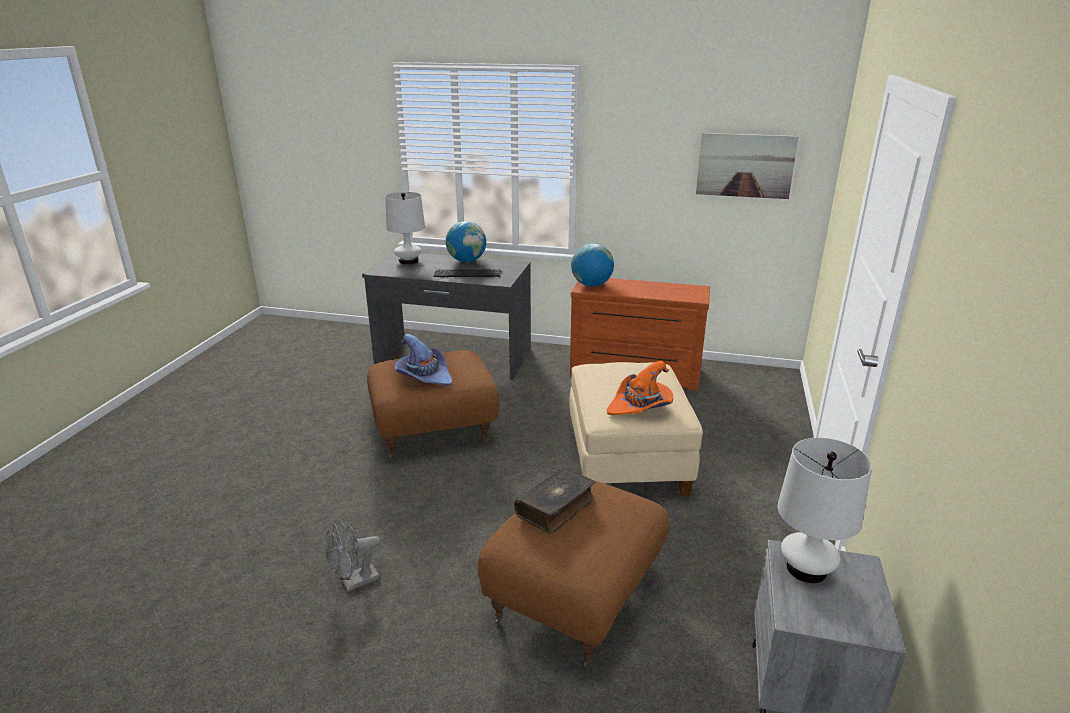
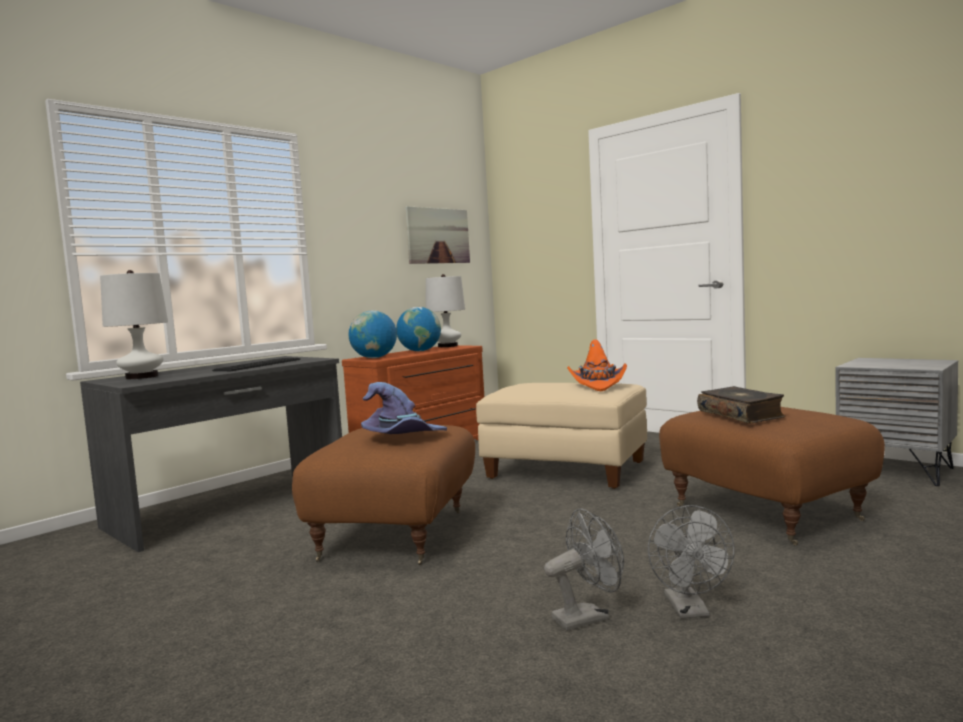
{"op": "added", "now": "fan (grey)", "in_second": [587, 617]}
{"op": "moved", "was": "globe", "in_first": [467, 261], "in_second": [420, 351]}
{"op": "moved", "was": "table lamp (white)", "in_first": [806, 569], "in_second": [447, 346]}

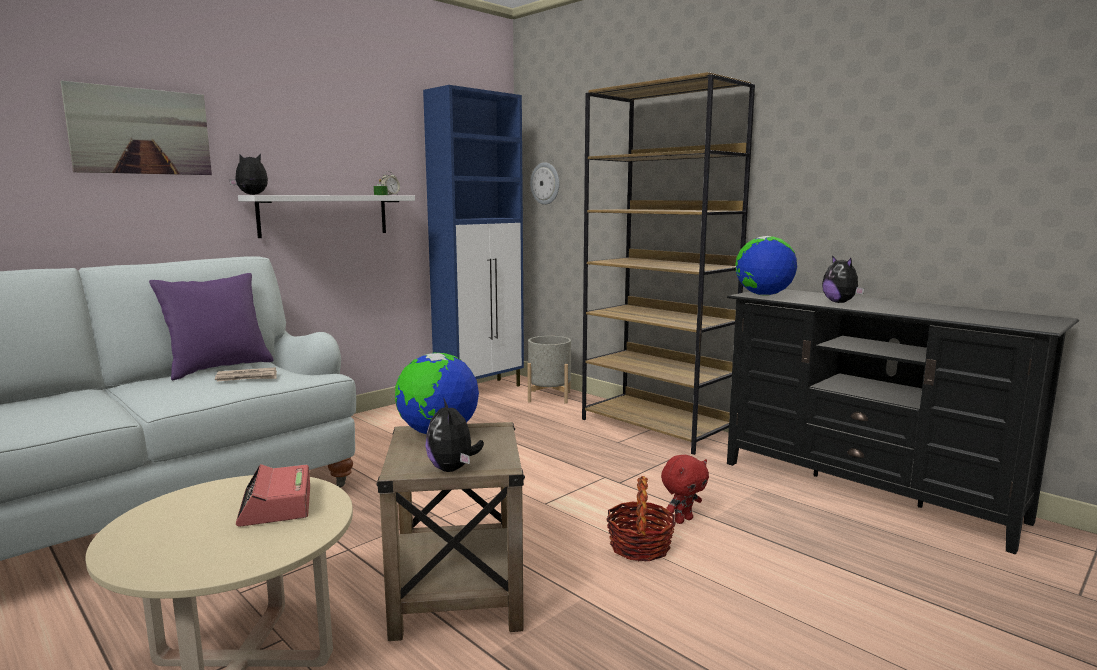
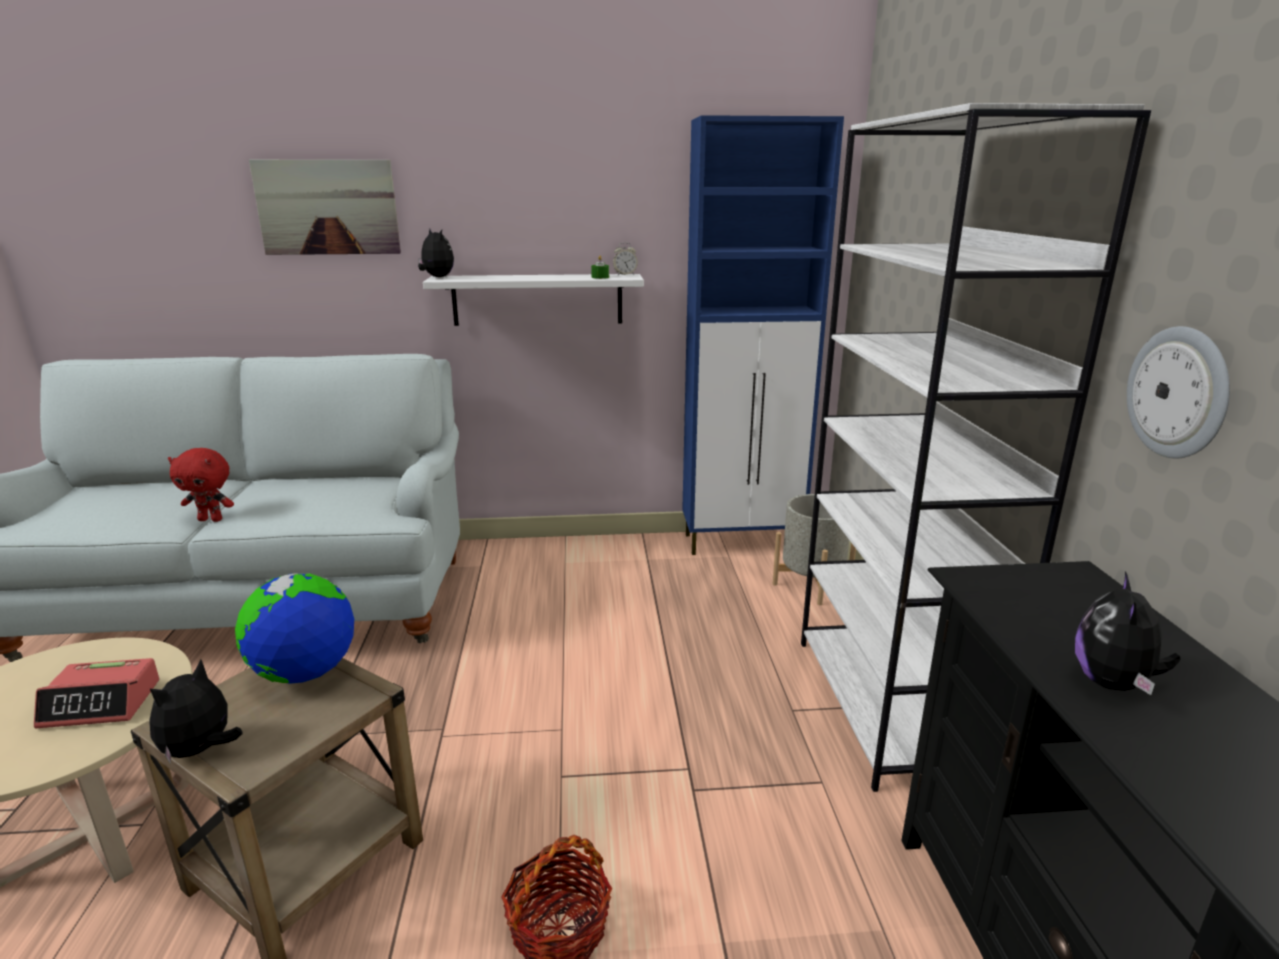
{"op": "removed", "was": "pillow (purple)", "in_first": [219, 368]}
{"op": "removed", "was": "newspaper", "in_first": [247, 378]}
{"op": "removed", "was": "globe", "in_first": [763, 295]}
{"op": "moved", "was": "wall clock", "in_first": [545, 183], "in_second": [1179, 392]}
{"op": "moved", "was": "plush toy (red)", "in_first": [683, 520], "in_second": [211, 519]}
{"op": "recoloured", "was": "bookcase (brown)", "now": "bookcase (white)", "in_first": [656, 427], "in_second": [889, 705]}
{"op": "turned", "was": "alarm clock", "in_first": [276, 506], "in_second": [102, 703], "clockwise": -120}

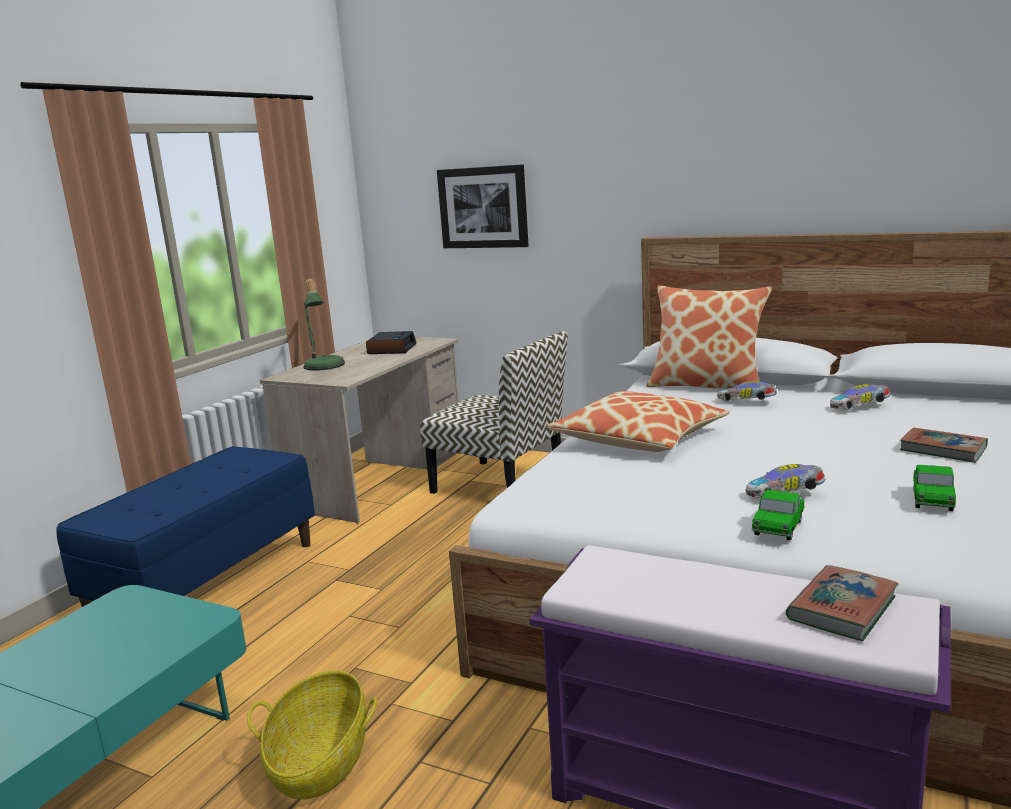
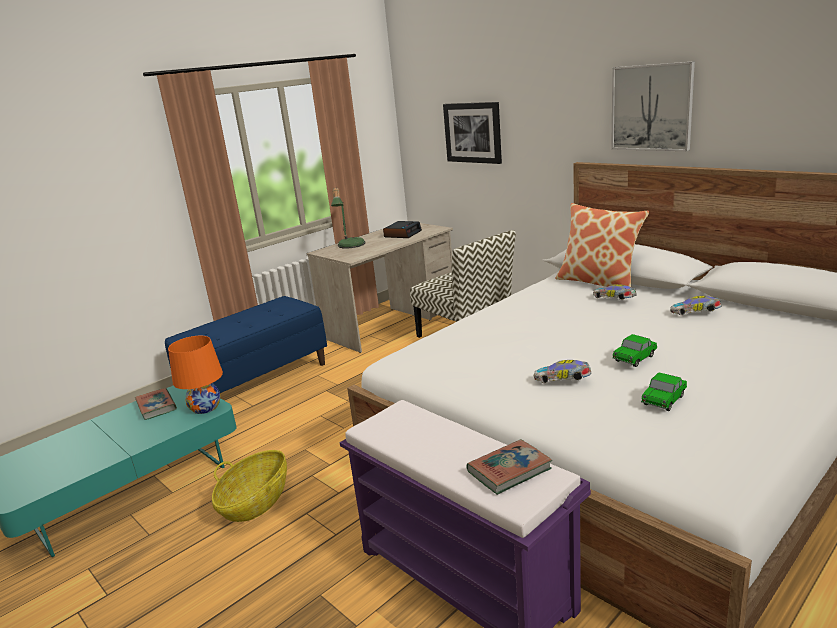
{"op": "removed", "was": "pillow", "in_first": [638, 439]}
{"op": "added", "now": "table lamp (orange)", "in_second": [205, 407]}
{"op": "added", "now": "picture", "in_second": [651, 107]}
{"op": "moved", "was": "toy car", "in_first": [778, 528], "in_second": [634, 358]}
{"op": "moved", "was": "book", "in_first": [943, 450], "in_second": [156, 406]}

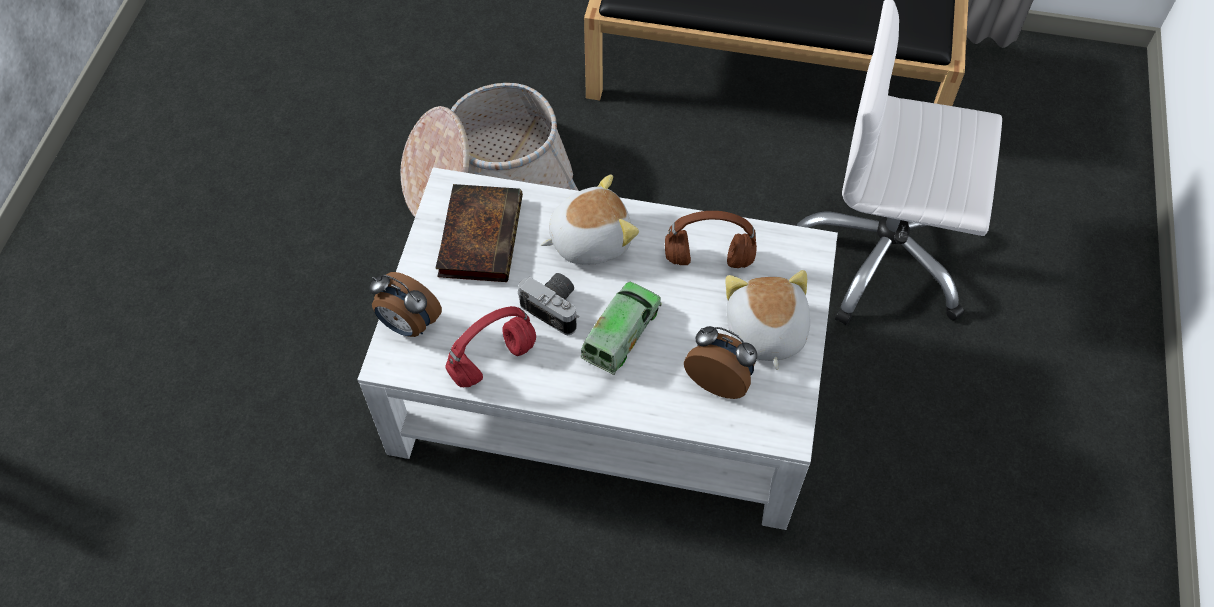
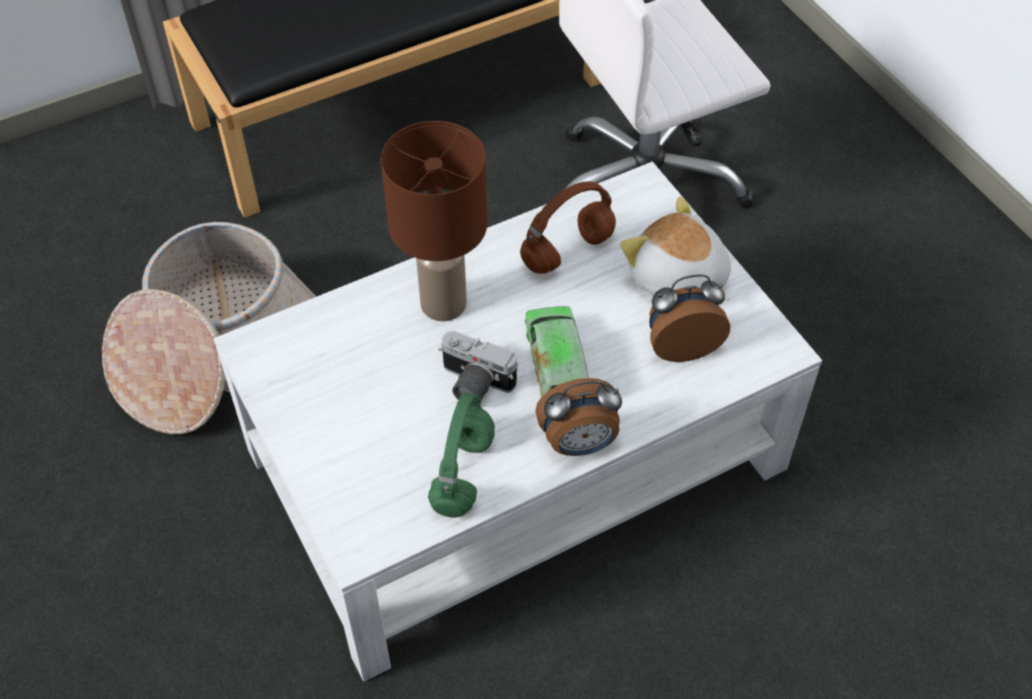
{"op": "removed", "was": "book", "in_first": [480, 235]}
{"op": "moved", "was": "alarm clock", "in_first": [408, 325], "in_second": [579, 444]}
{"op": "replaced", "was": "plush toy", "now": "table lamp (brown)", "in_first": [589, 239], "in_second": [442, 304]}
{"op": "recoloured", "was": "headphones (red)", "now": "headphones (green)", "in_first": [492, 363], "in_second": [463, 475]}
{"op": "turned", "was": "photo camera", "in_first": [555, 307], "in_second": [473, 385], "clockwise": -150}

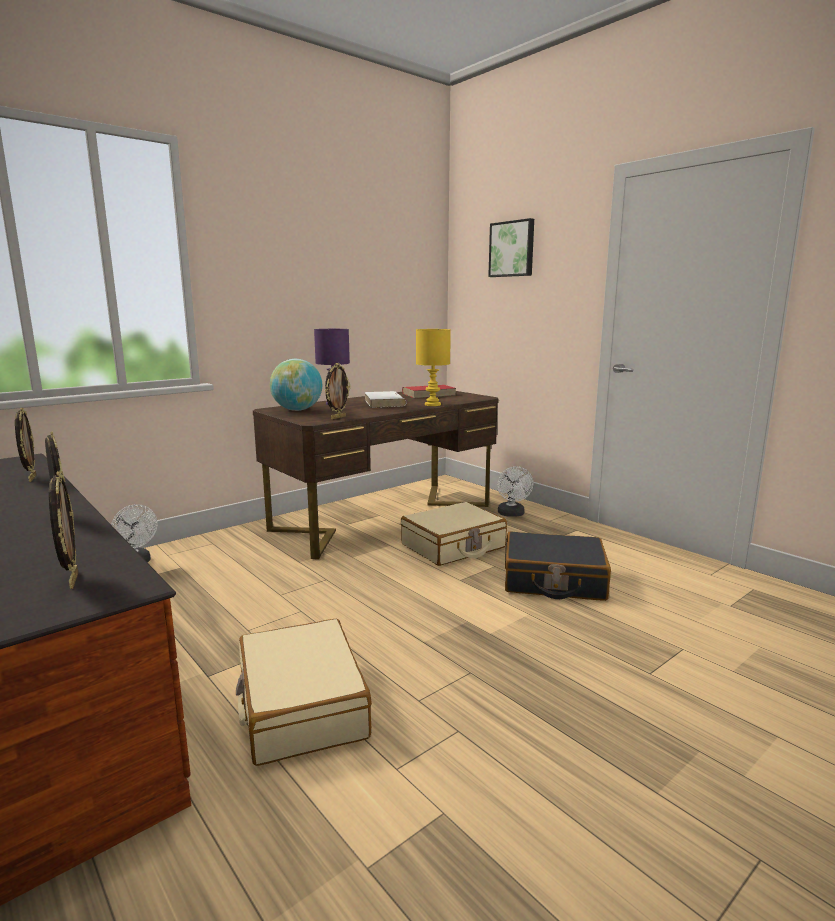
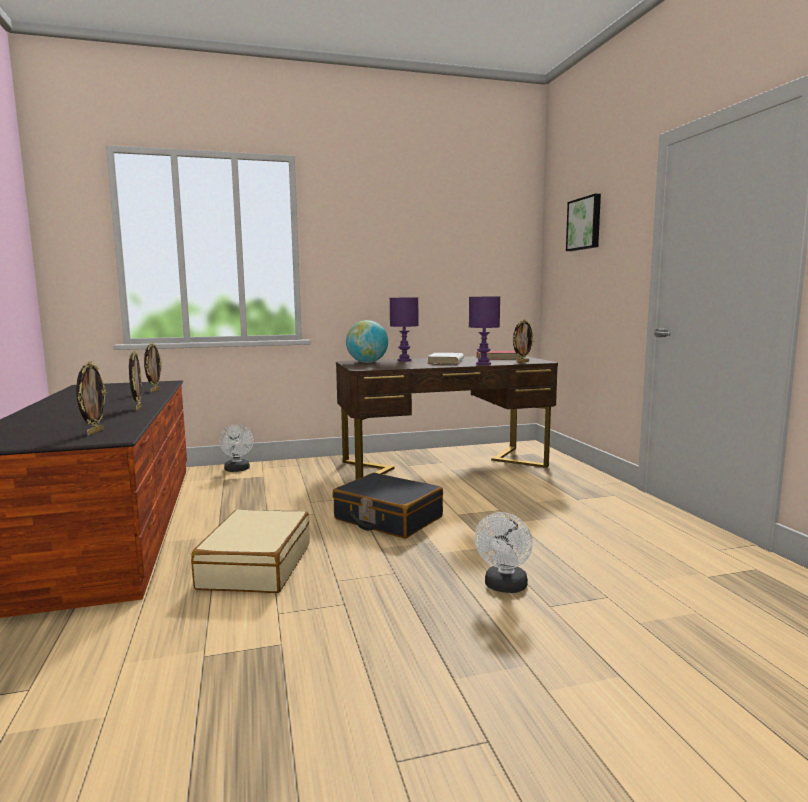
{"op": "removed", "was": "suitcase (beige)", "in_first": [453, 546]}
{"op": "moved", "was": "picture frame", "in_first": [337, 417], "in_second": [522, 362]}
{"op": "moved", "was": "fan (white)", "in_first": [512, 514], "in_second": [504, 587]}
{"op": "moved", "was": "suitcase (black)", "in_first": [553, 580], "in_second": [388, 518]}
{"op": "recoloured", "was": "table lamp (yellow)", "now": "table lamp (purple)", "in_first": [433, 404], "in_second": [484, 364]}

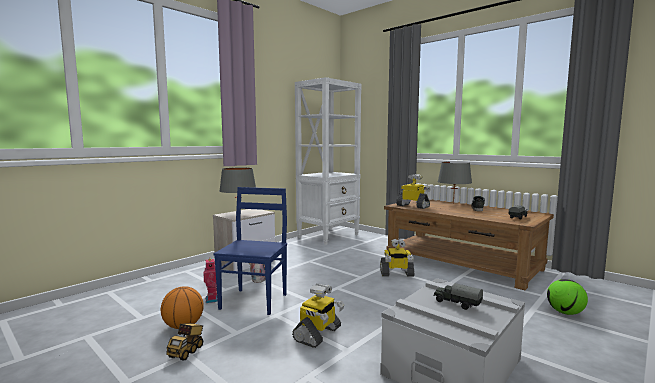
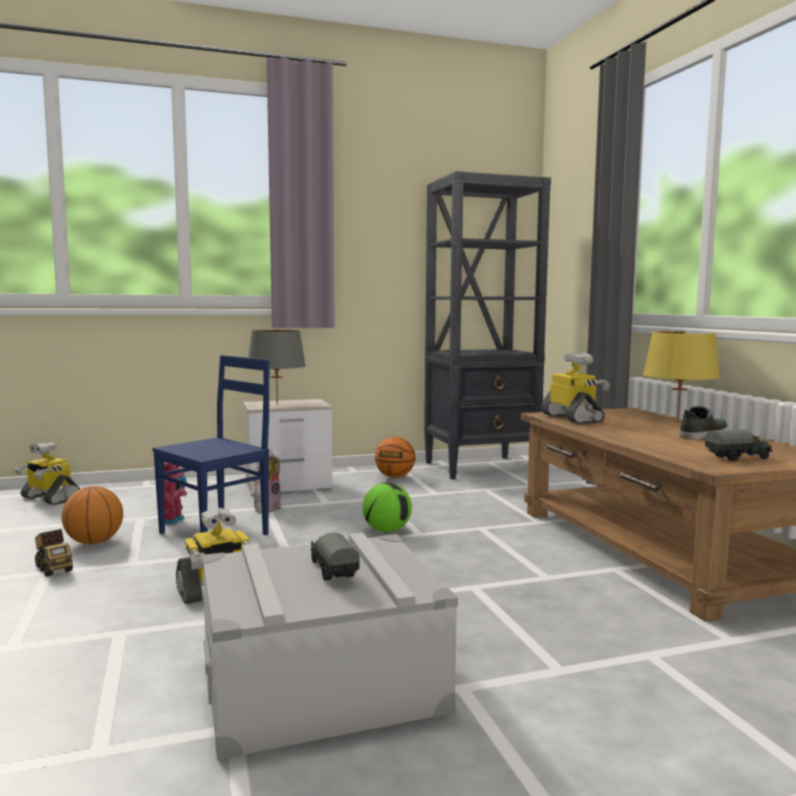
{"op": "added", "now": "basketball", "in_second": [395, 477]}
{"op": "moved", "was": "toy robot", "in_first": [396, 274], "in_second": [49, 498]}
{"op": "moved", "was": "football", "in_first": [565, 312], "in_second": [387, 531]}
{"op": "recoloured", "was": "bookcase (white)", "now": "bookcase (black)", "in_first": [329, 236], "in_second": [481, 467]}
{"op": "recoloured", "was": "table lamp (grey)", "now": "table lamp (yellow)", "in_first": [453, 203], "in_second": [678, 422]}
{"op": "turned", "was": "toy truck", "in_first": [187, 351], "in_second": [53, 568], "clockwise": -90}

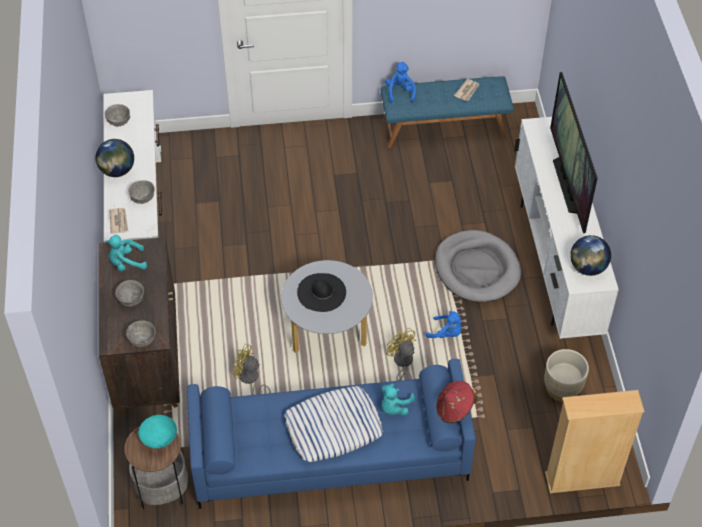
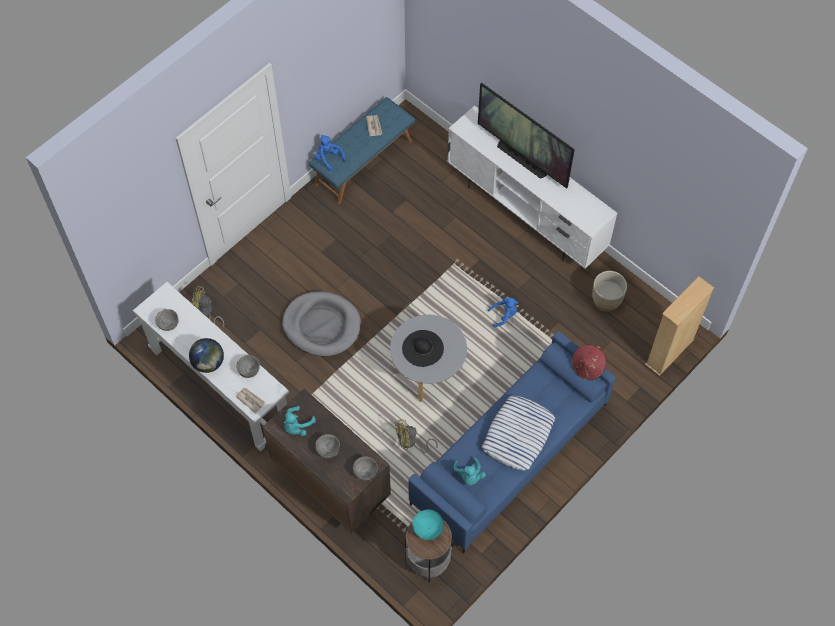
{"op": "removed", "was": "globe", "in_first": [587, 268]}
{"op": "moved", "was": "plush toy (turquoise)", "in_first": [394, 407], "in_second": [469, 476]}
{"op": "moved", "was": "fan (yellow)", "in_first": [402, 363], "in_second": [205, 313]}
{"op": "moved", "was": "dog bed (grey)", "in_first": [477, 269], "in_second": [322, 325]}

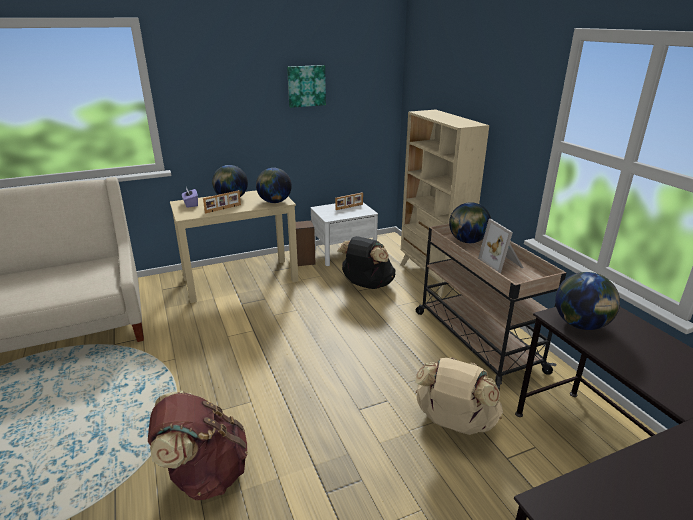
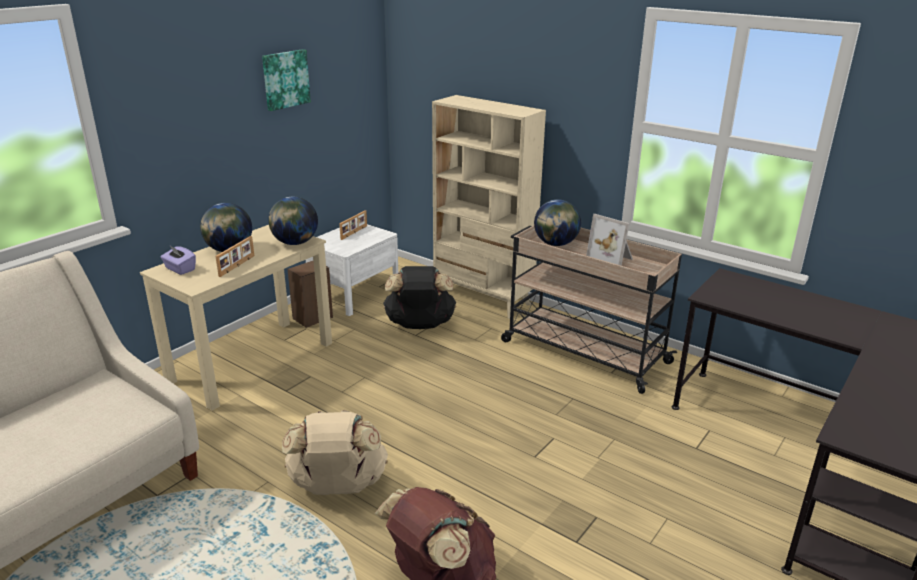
{"op": "removed", "was": "globe", "in_first": [581, 325]}
{"op": "moved", "was": "backpack (beige)", "in_first": [454, 423], "in_second": [338, 487]}

